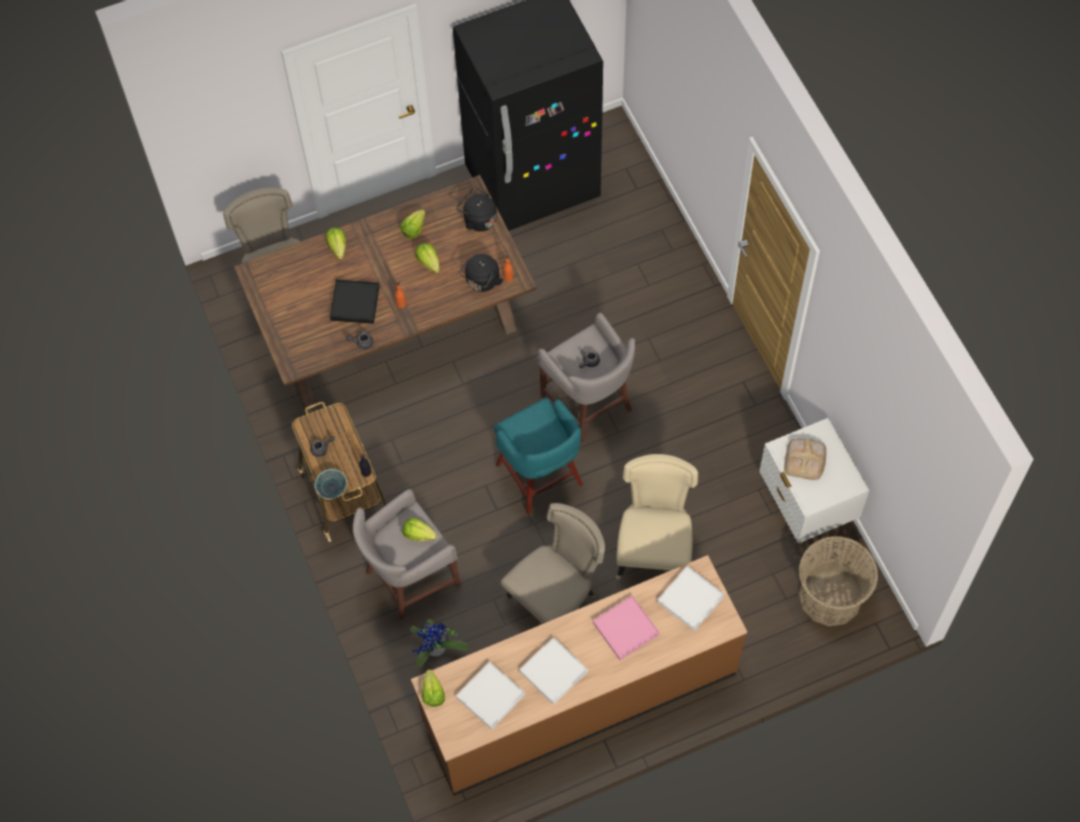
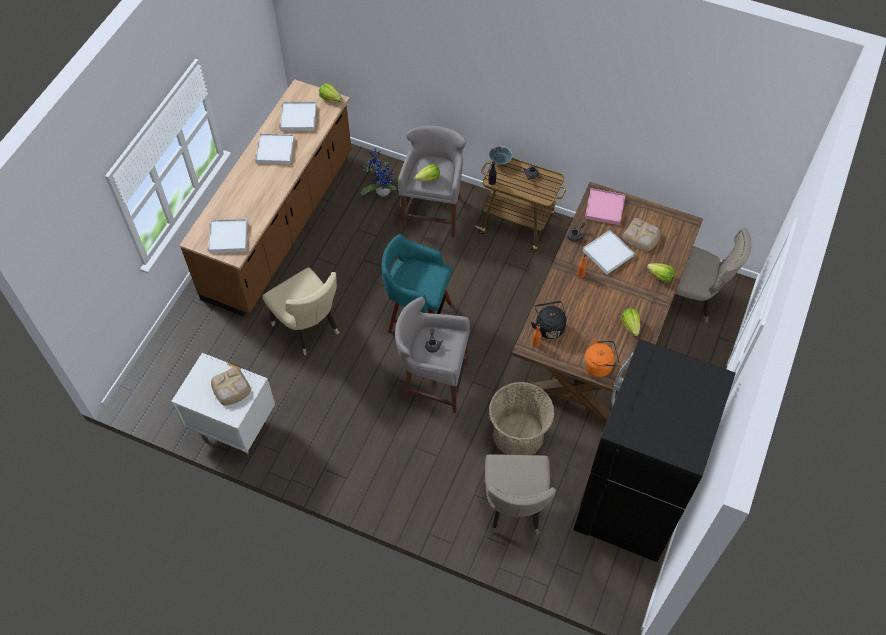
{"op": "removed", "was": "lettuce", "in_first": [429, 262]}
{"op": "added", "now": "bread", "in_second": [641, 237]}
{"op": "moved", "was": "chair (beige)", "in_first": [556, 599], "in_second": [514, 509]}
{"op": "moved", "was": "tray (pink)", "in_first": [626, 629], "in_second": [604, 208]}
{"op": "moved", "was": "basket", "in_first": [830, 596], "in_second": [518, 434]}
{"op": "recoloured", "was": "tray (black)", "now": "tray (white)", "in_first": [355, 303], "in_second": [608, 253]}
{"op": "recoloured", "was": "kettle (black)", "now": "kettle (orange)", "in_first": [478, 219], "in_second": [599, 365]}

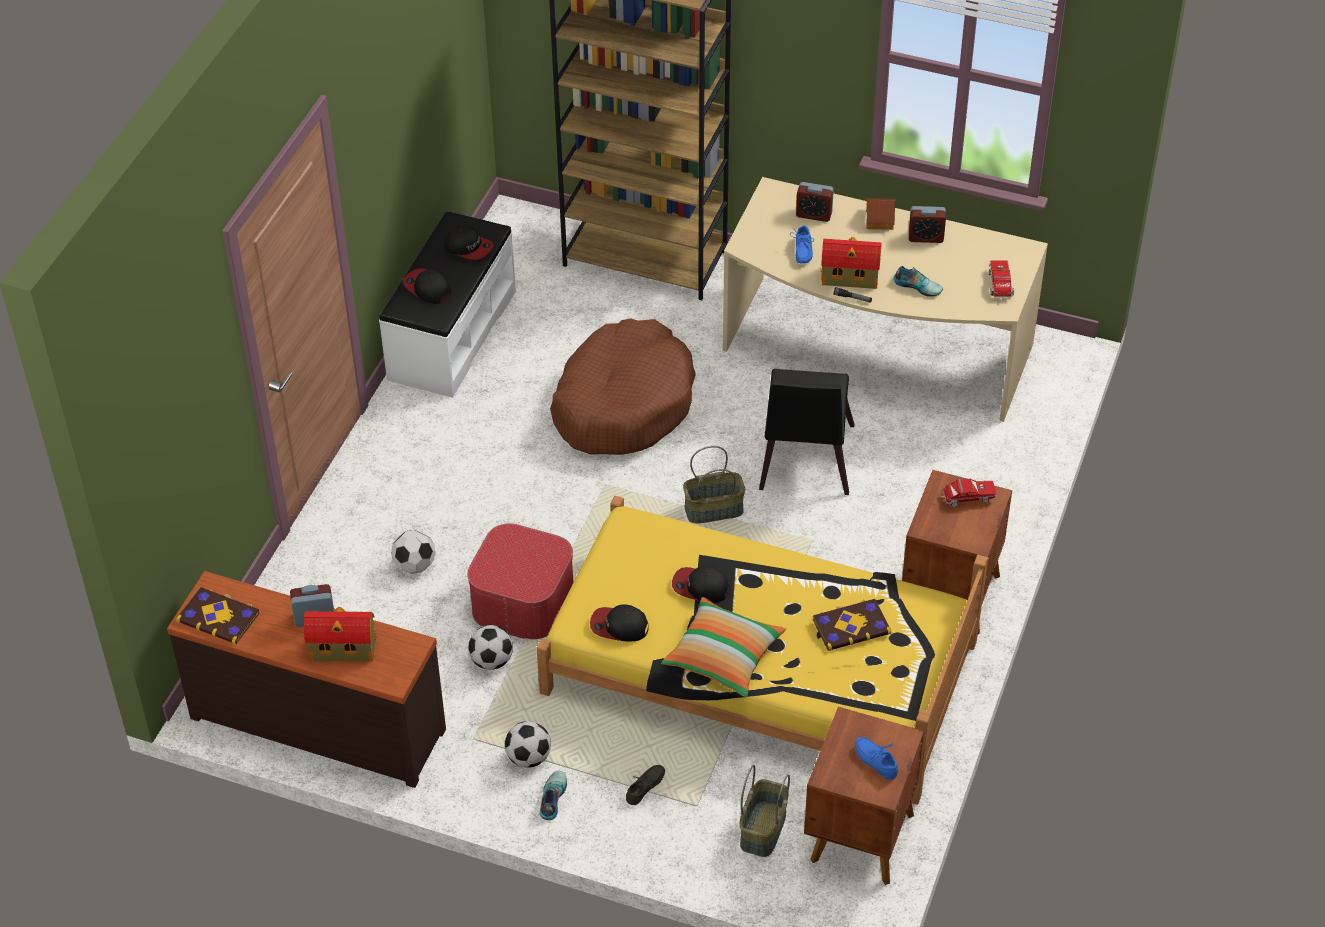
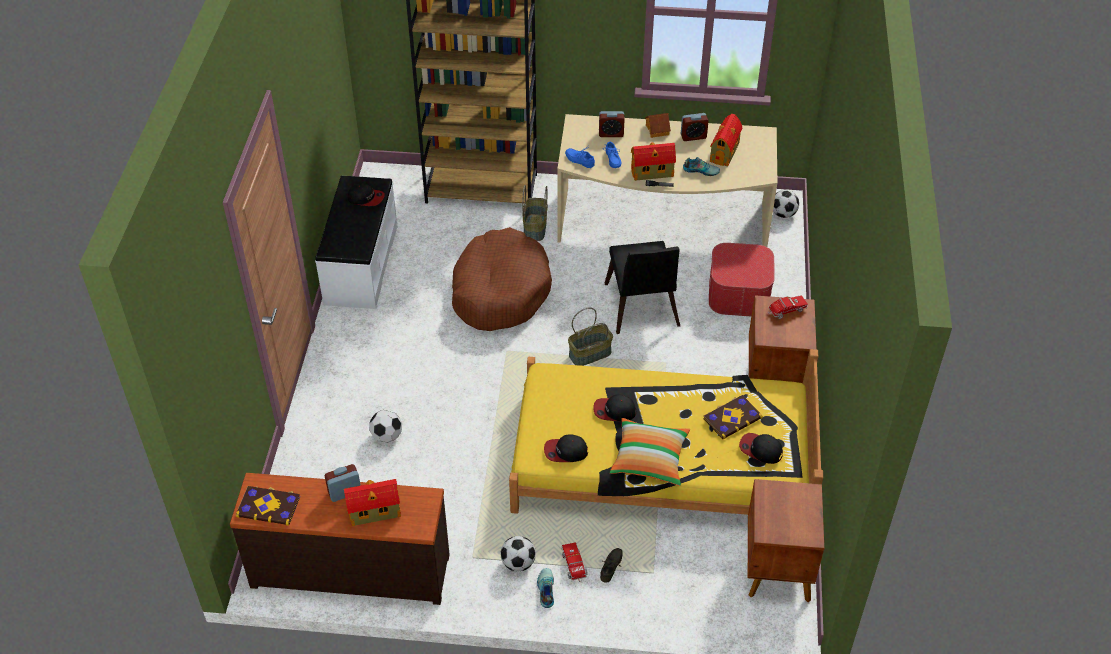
{"op": "added", "now": "toy house", "in_second": [725, 152]}
{"op": "moved", "was": "cap", "in_first": [427, 288], "in_second": [760, 450]}
{"op": "moved", "was": "ottoman", "in_first": [523, 601], "in_second": [739, 294]}
{"op": "moved", "was": "football", "in_first": [491, 661], "in_second": [783, 214]}
{"op": "moved", "was": "basket", "in_first": [764, 830], "in_second": [535, 228]}
{"op": "moved", "was": "shoe (blue)", "in_first": [877, 760], "in_second": [580, 160]}
{"op": "moved", "was": "toy truck", "in_first": [1000, 286], "in_second": [574, 566]}

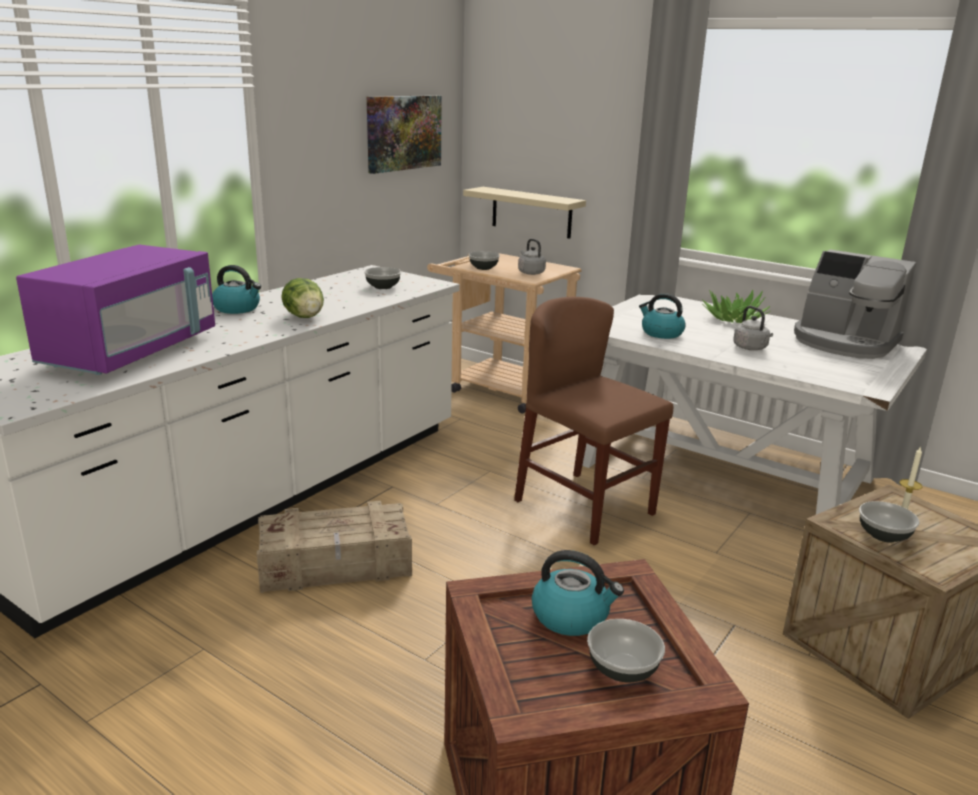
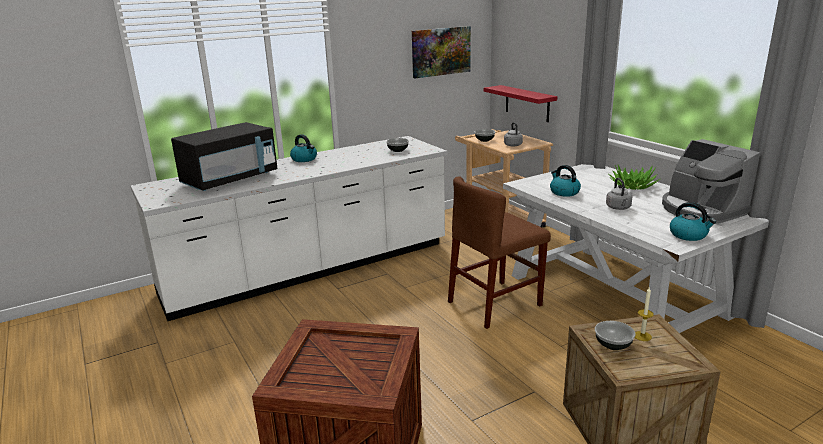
{"op": "removed", "was": "crate", "in_first": [336, 565]}
{"op": "removed", "was": "lettuce", "in_first": [305, 317]}
{"op": "removed", "was": "bowl", "in_first": [623, 669]}
{"op": "moved", "was": "kettle", "in_first": [571, 616], "in_second": [689, 235]}
{"op": "recoloured", "was": "microwave (purple)", "now": "microwave (black)", "in_first": [132, 351], "in_second": [230, 180]}
{"op": "recoloured", "was": "shelf (beige)", "now": "shelf (red)", "in_first": [531, 212], "in_second": [527, 103]}
{"op": "turned", "was": "chair (brown)", "in_first": [584, 507], "in_second": [495, 303], "clockwise": -105}

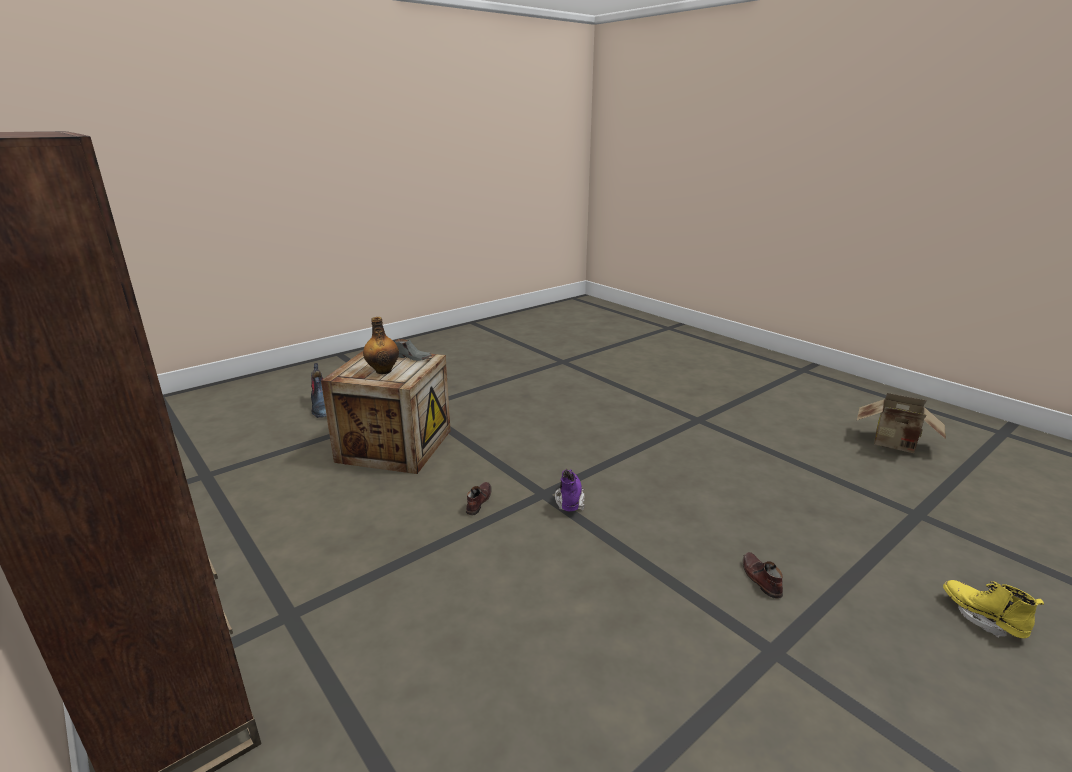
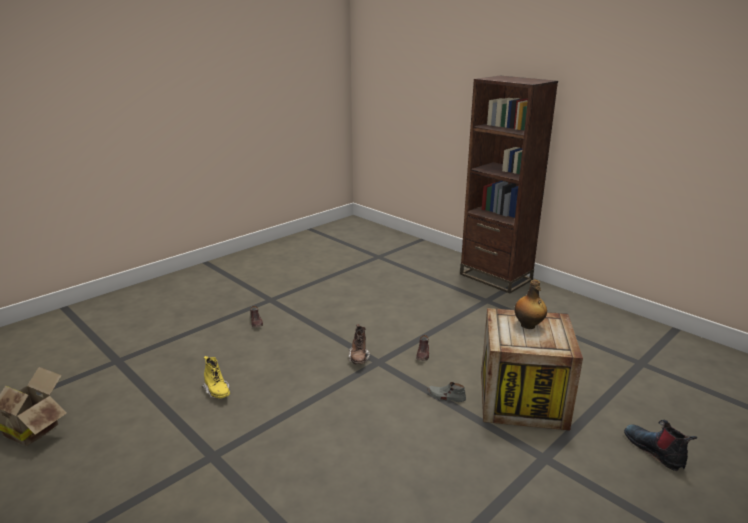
{"op": "moved", "was": "shoe (grey)", "in_first": [413, 357], "in_second": [446, 396]}
{"op": "moved", "was": "boot (yellow)", "in_first": [982, 618], "in_second": [217, 391]}
{"op": "recoloured", "was": "boot (purple)", "now": "boot (brown)", "in_first": [569, 500], "in_second": [358, 358]}

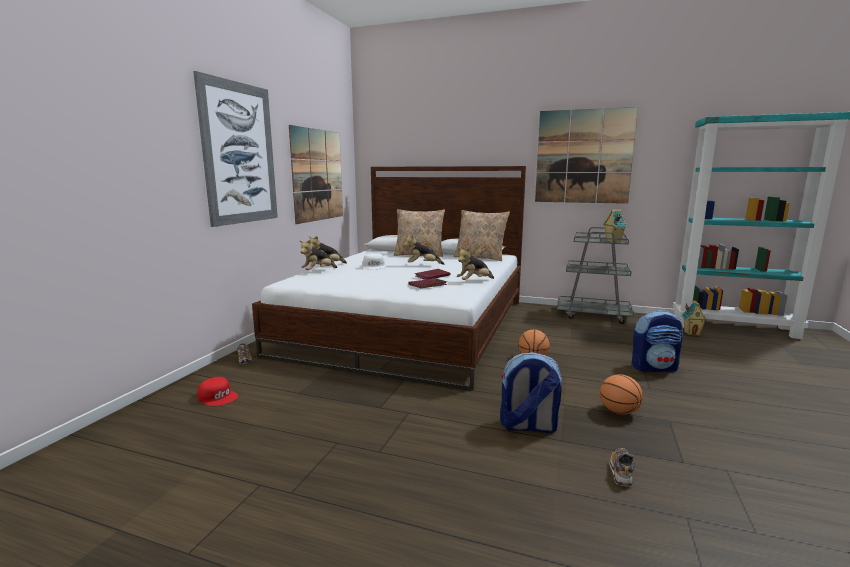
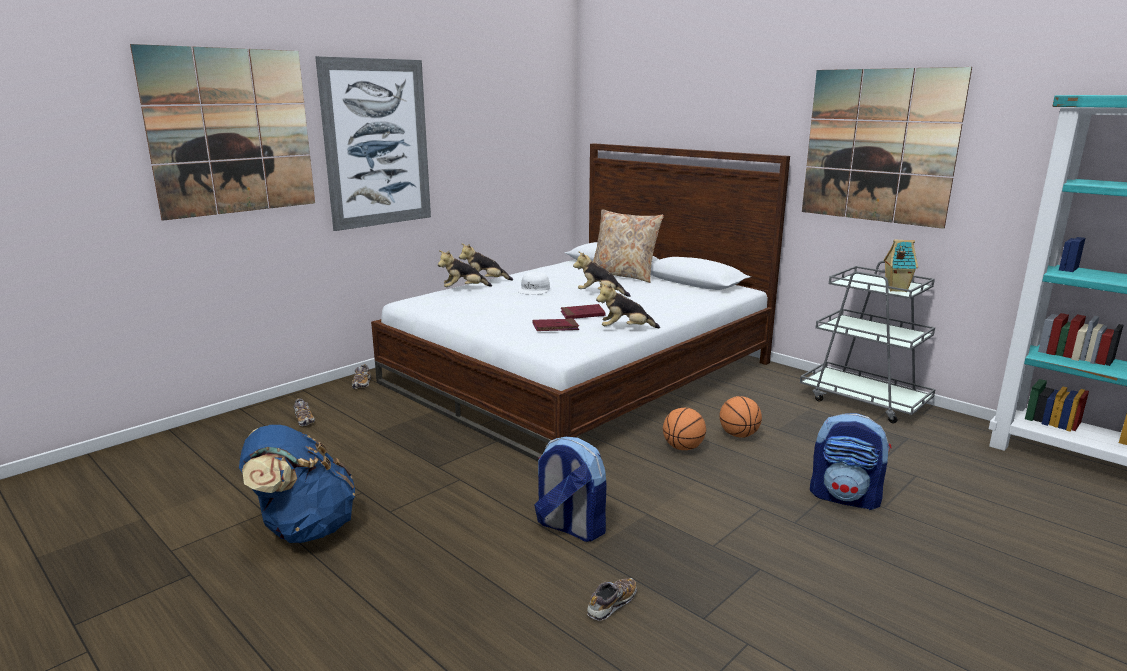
{"op": "removed", "was": "pillow (beige)", "in_first": [480, 257]}
{"op": "removed", "was": "toy house", "in_first": [692, 333]}
{"op": "added", "now": "backpack (blue)", "in_second": [304, 529]}
{"op": "moved", "was": "picture", "in_first": [317, 175], "in_second": [231, 132]}
{"op": "moved", "was": "basketball", "in_first": [619, 412], "in_second": [738, 435]}
{"op": "replaced", "was": "cap (red)", "now": "shoe", "in_first": [218, 397], "in_second": [304, 420]}

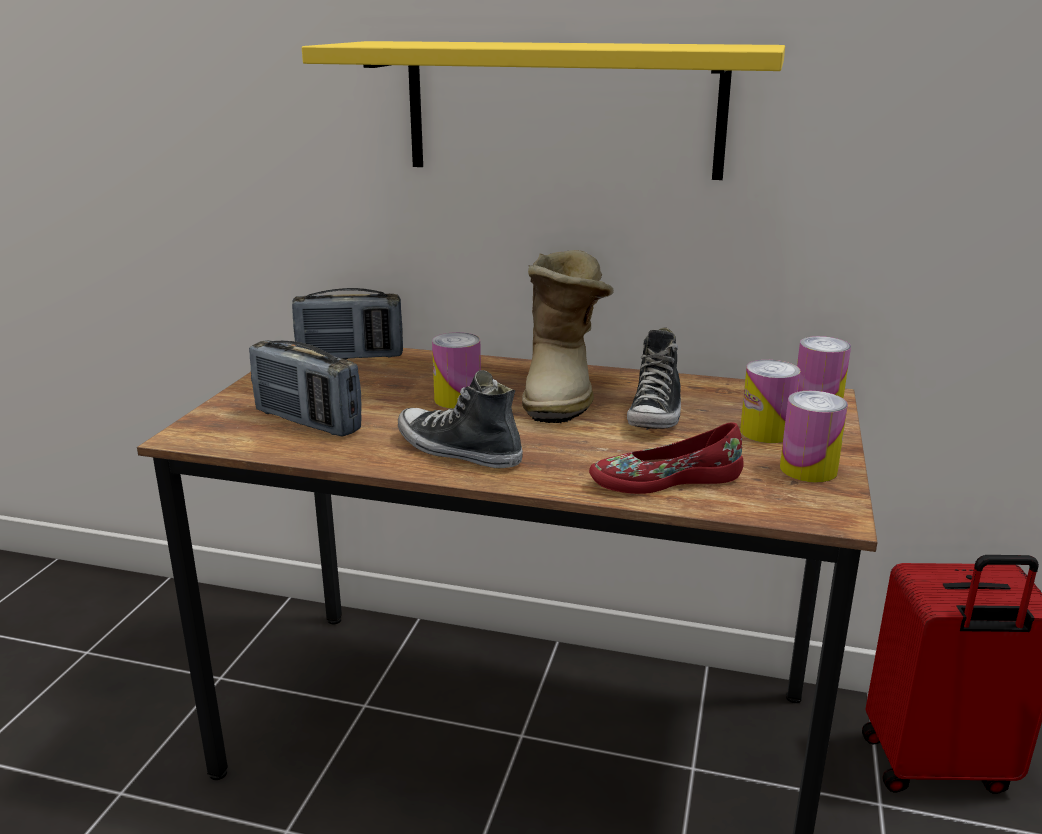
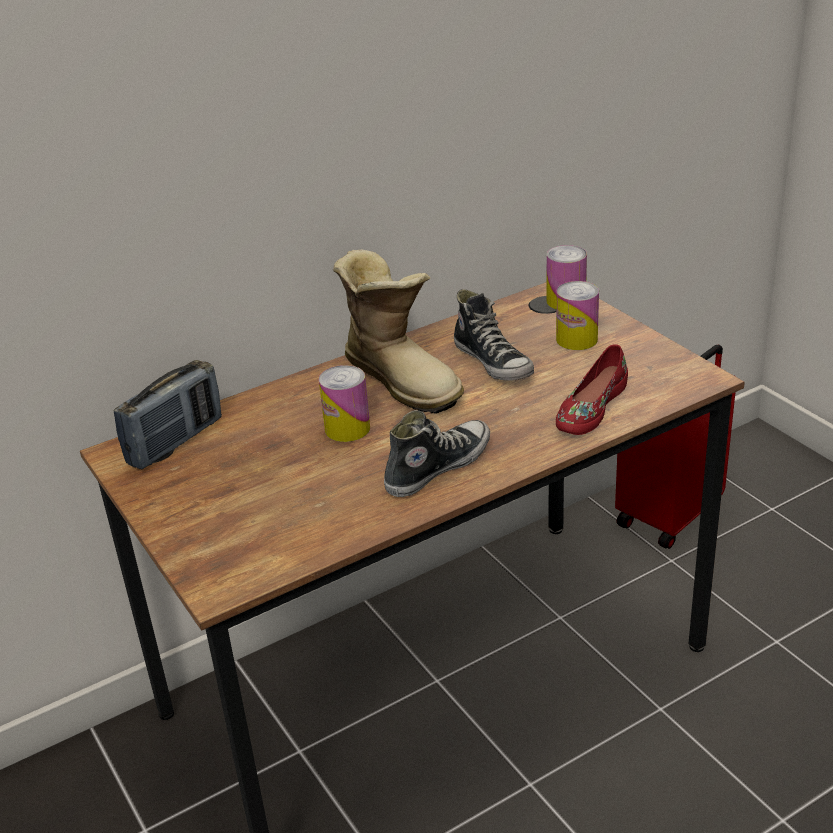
{"op": "removed", "was": "radio", "in_first": [307, 421]}
{"op": "removed", "was": "shelf (yellow)", "in_first": [563, 109]}
{"op": "removed", "was": "can", "in_first": [808, 469]}
{"op": "turned", "was": "shoe", "in_first": [457, 450], "in_second": [437, 467], "clockwise": 150}

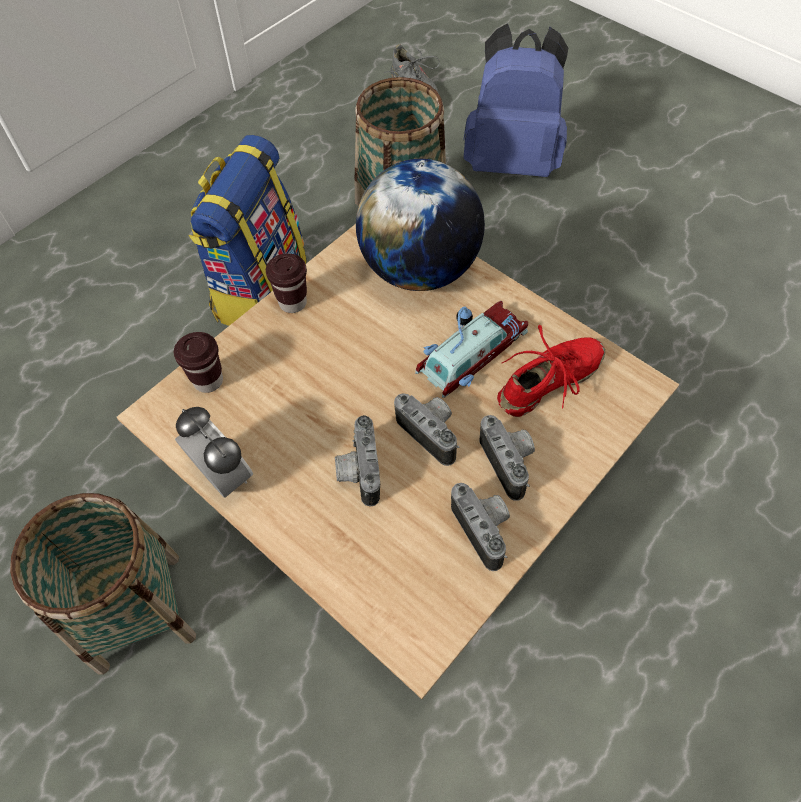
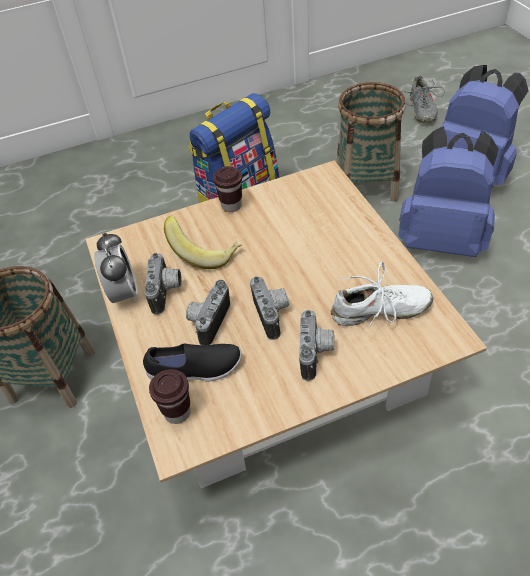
{"op": "removed", "was": "globe", "in_first": [419, 269]}
{"op": "removed", "was": "toy car", "in_first": [469, 352]}
{"op": "added", "now": "shoe (black)", "in_second": [196, 371]}
{"op": "added", "now": "banana", "in_second": [205, 252]}
{"op": "added", "now": "backpack (blue)", "in_second": [442, 239]}
{"op": "moved", "was": "cup (brown)", "in_first": [208, 381], "in_second": [177, 412]}
{"op": "moved", "was": "photo camera", "in_first": [485, 529], "in_second": [167, 292]}
{"op": "recoloured", "was": "shoe (red)", "now": "shoe (white)", "in_first": [549, 383], "in_second": [380, 311]}

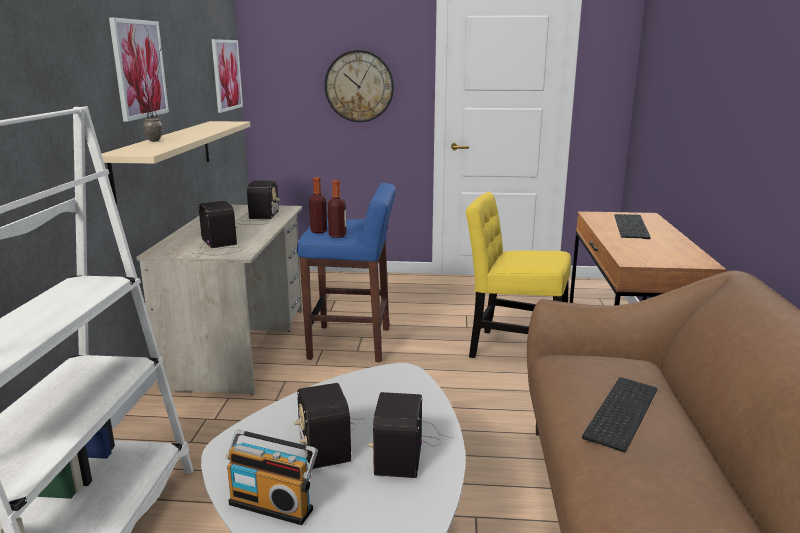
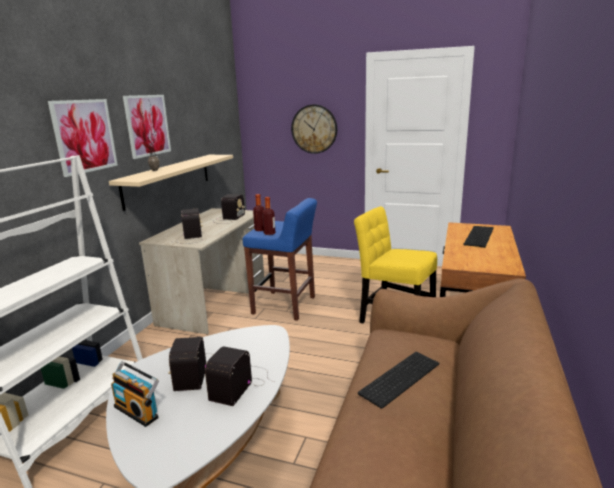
{"op": "moved", "was": "picture", "in_first": [226, 75], "in_second": [84, 136]}

